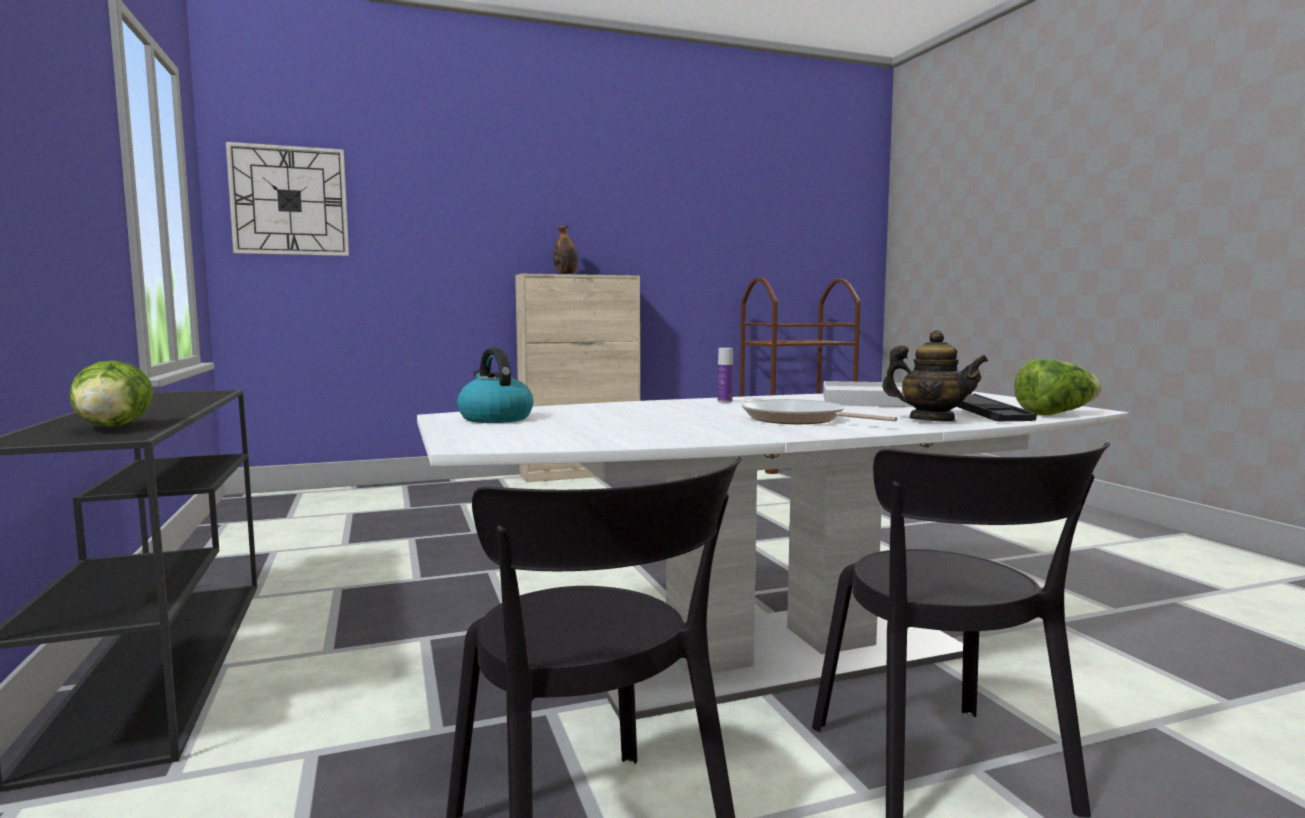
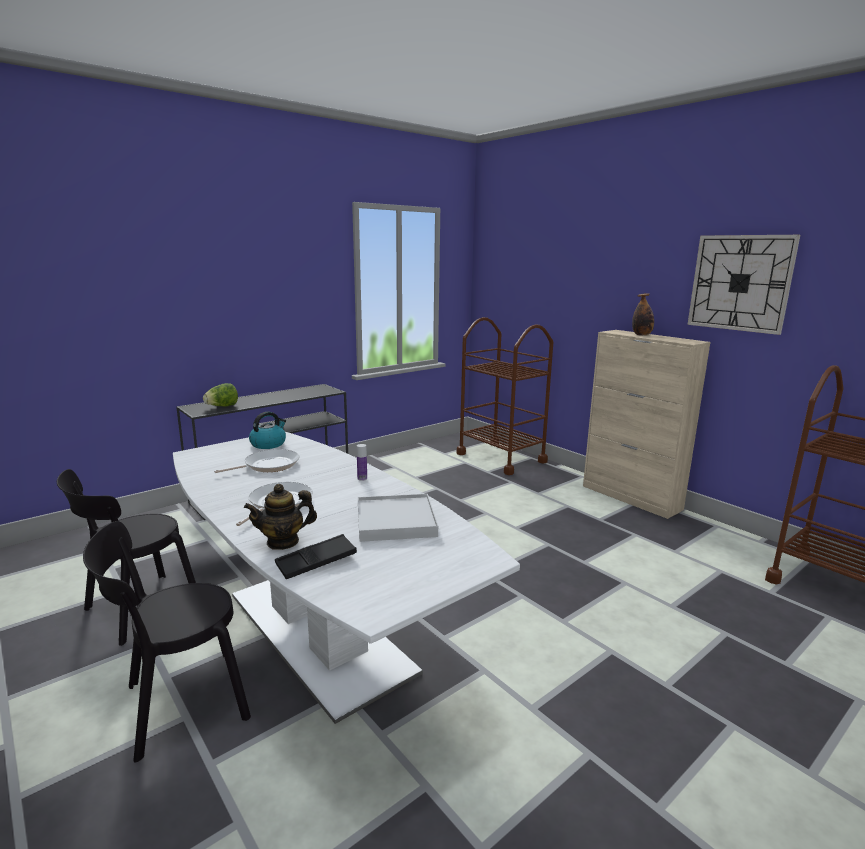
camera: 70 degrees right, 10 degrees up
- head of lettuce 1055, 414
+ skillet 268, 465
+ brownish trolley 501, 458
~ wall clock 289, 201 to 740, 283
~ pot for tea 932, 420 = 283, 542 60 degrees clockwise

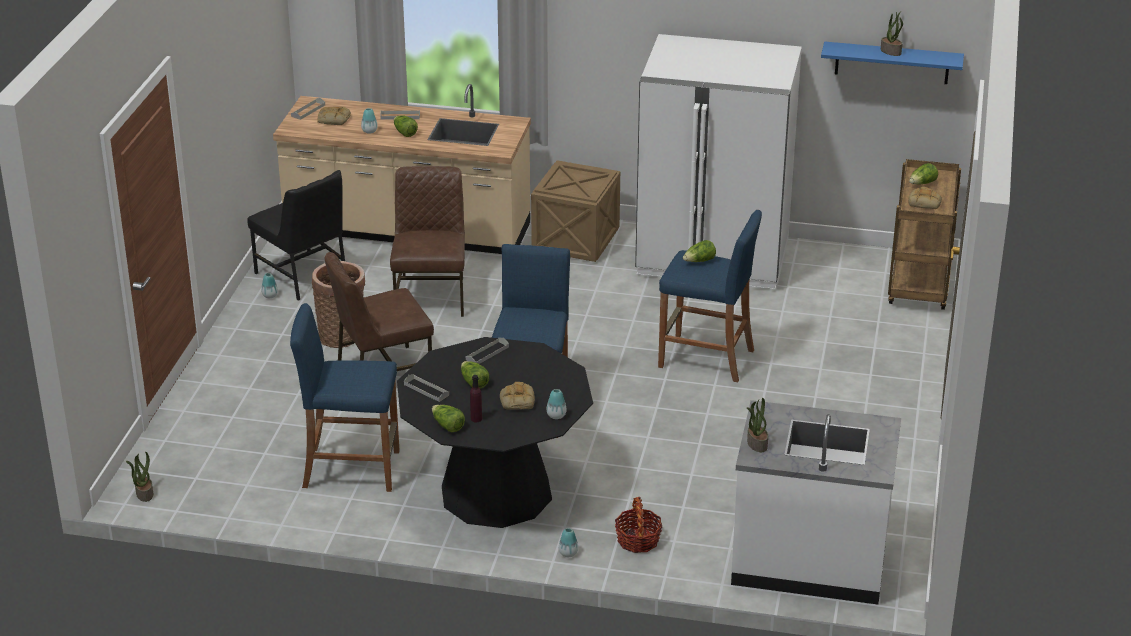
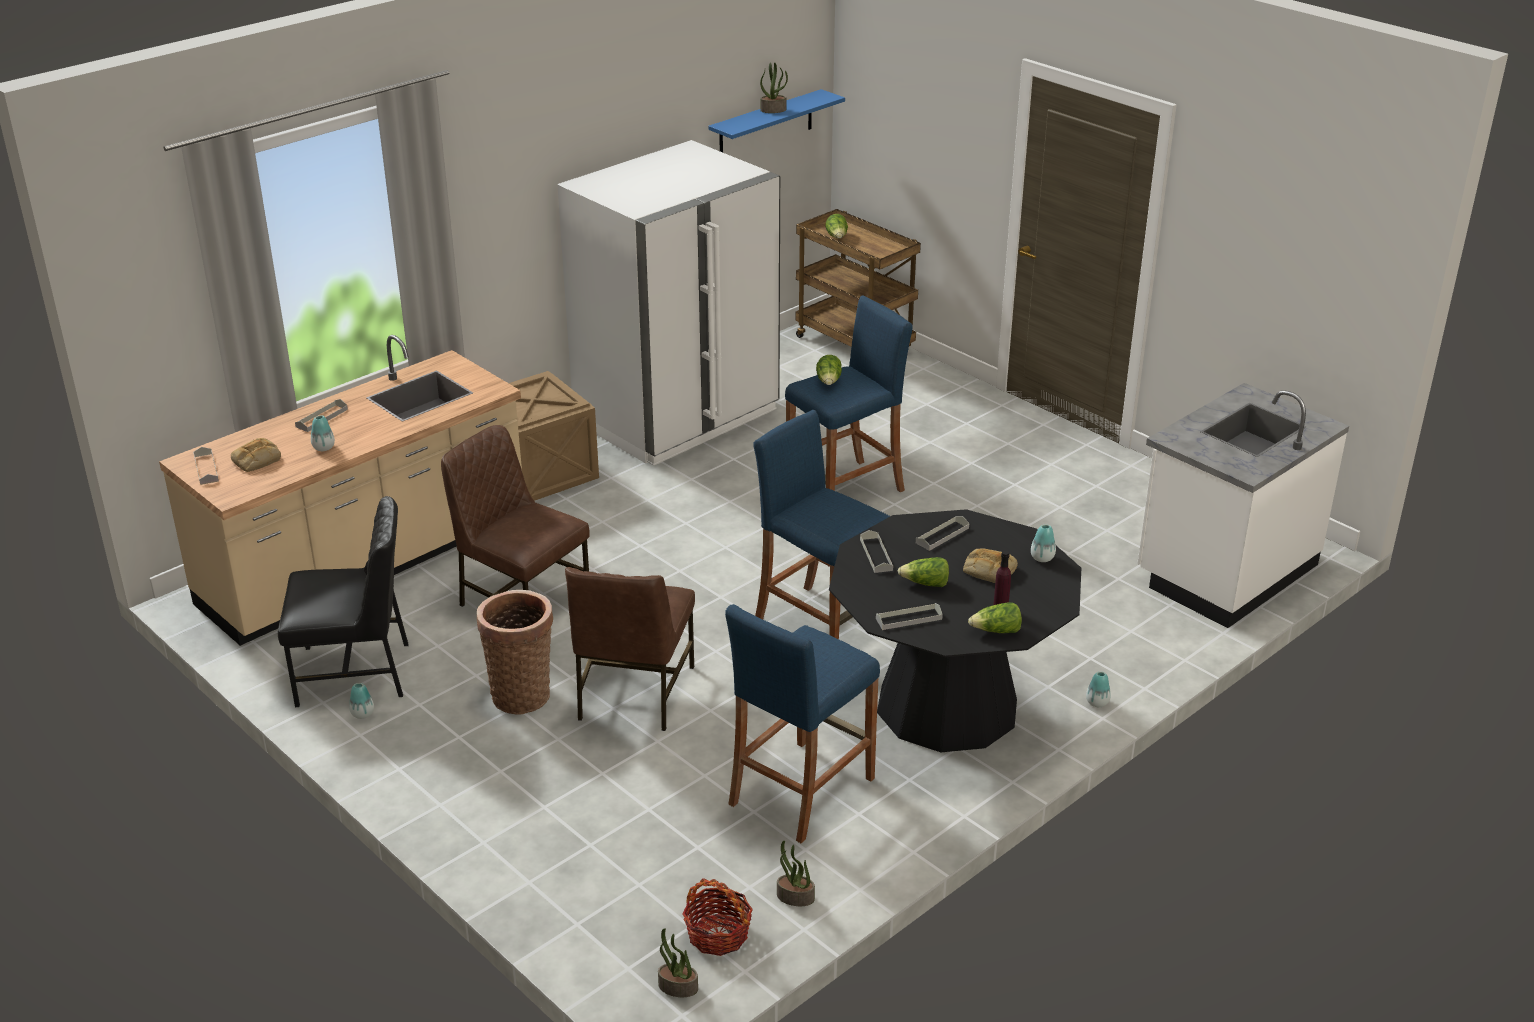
camera: 55 degrees left, 0 degrees up
- head of lettuce 404, 132
- baked bread 925, 202
+ gray serving tray 942, 535
~ household basket 638, 540 to 717, 934
~ plant in a pot 756, 444 to 794, 897

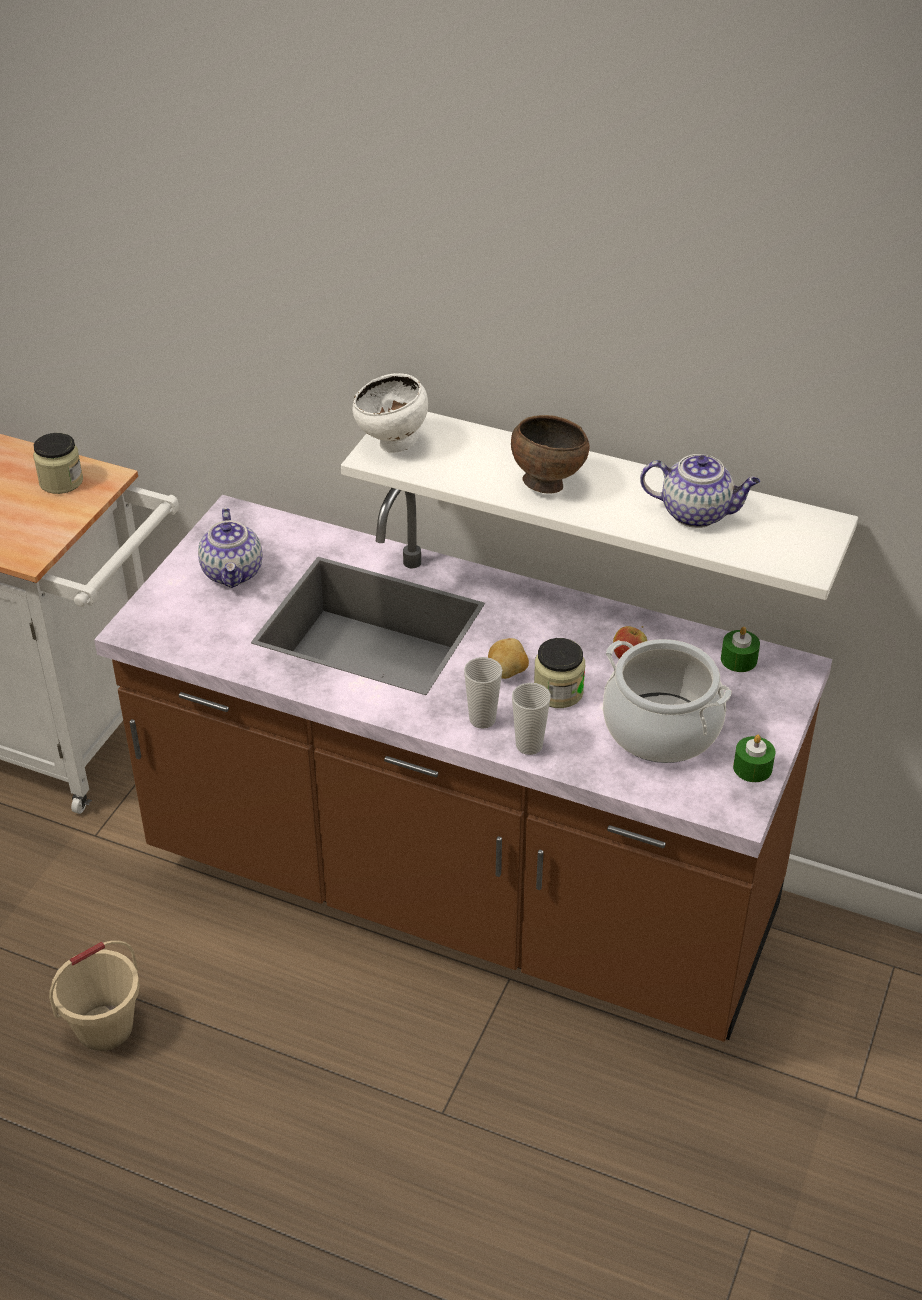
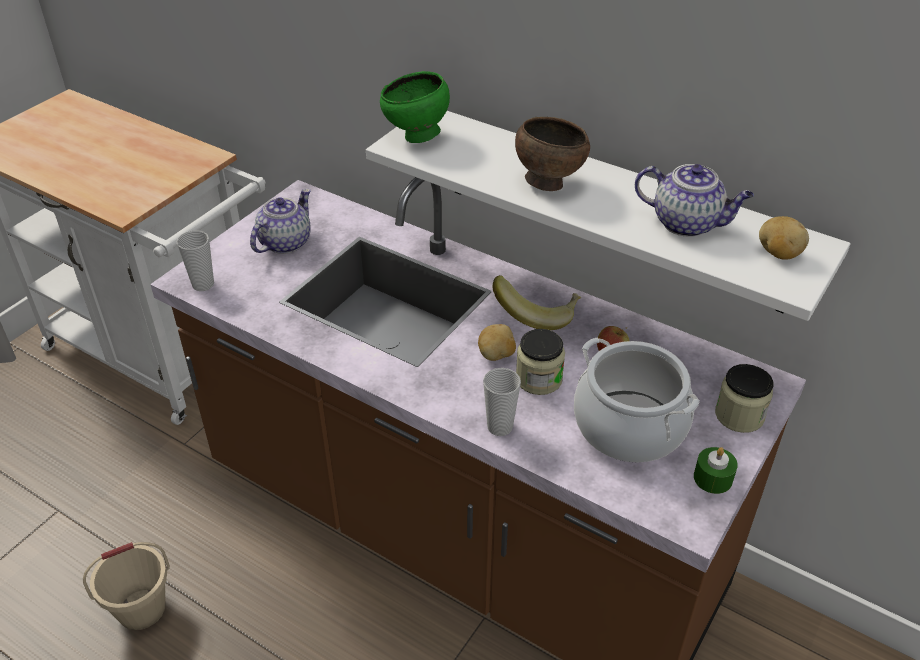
camera: 10 degrees right, 0 degrees up
- greenish candle 739, 659
+ banana 537, 314
+ whole potato 778, 254
~ storage jar 61, 481 to 739, 415
~ drinking cup 482, 719 to 203, 284
~ whitish bowl 392, 444 to greenish bowl 416, 137
~ pot for tea 233, 573 = 285, 242 150 degrees counterclockwise

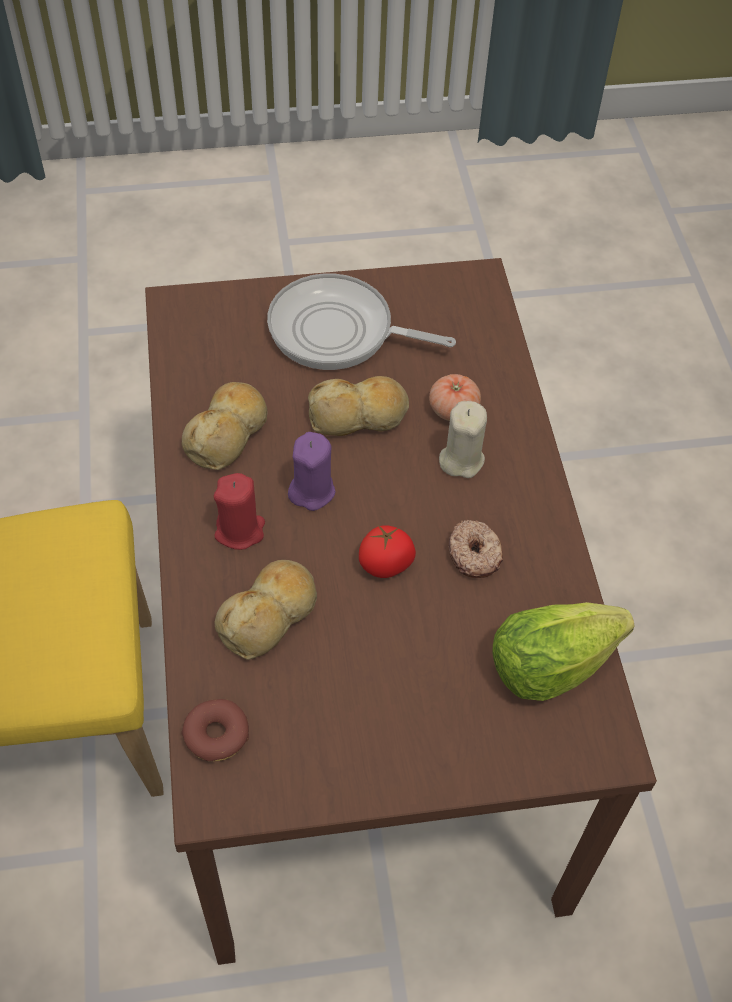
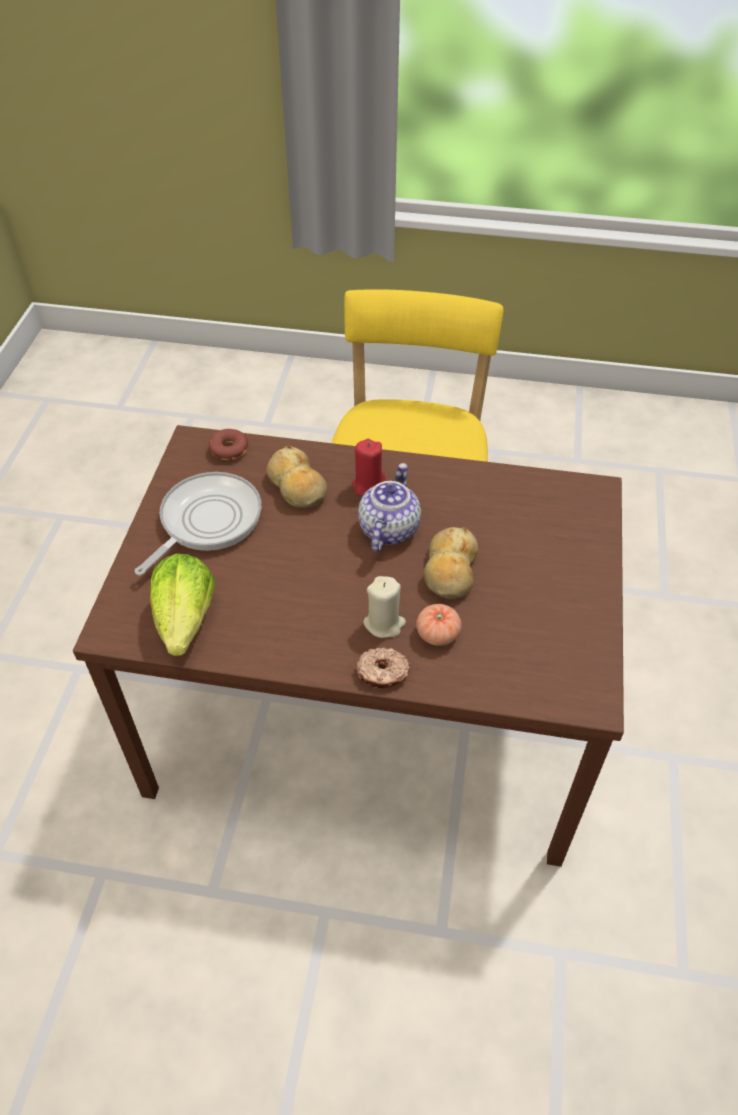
camera: 110 degrees right, 5 degrees down
- baked bread 228, 433
- whole tomato 386, 564
~ skillet 338, 331 to 206, 521
~ doughnut 475, 554 to 382, 673
~ purplish candle 311, 491 to pot for tea 388, 528

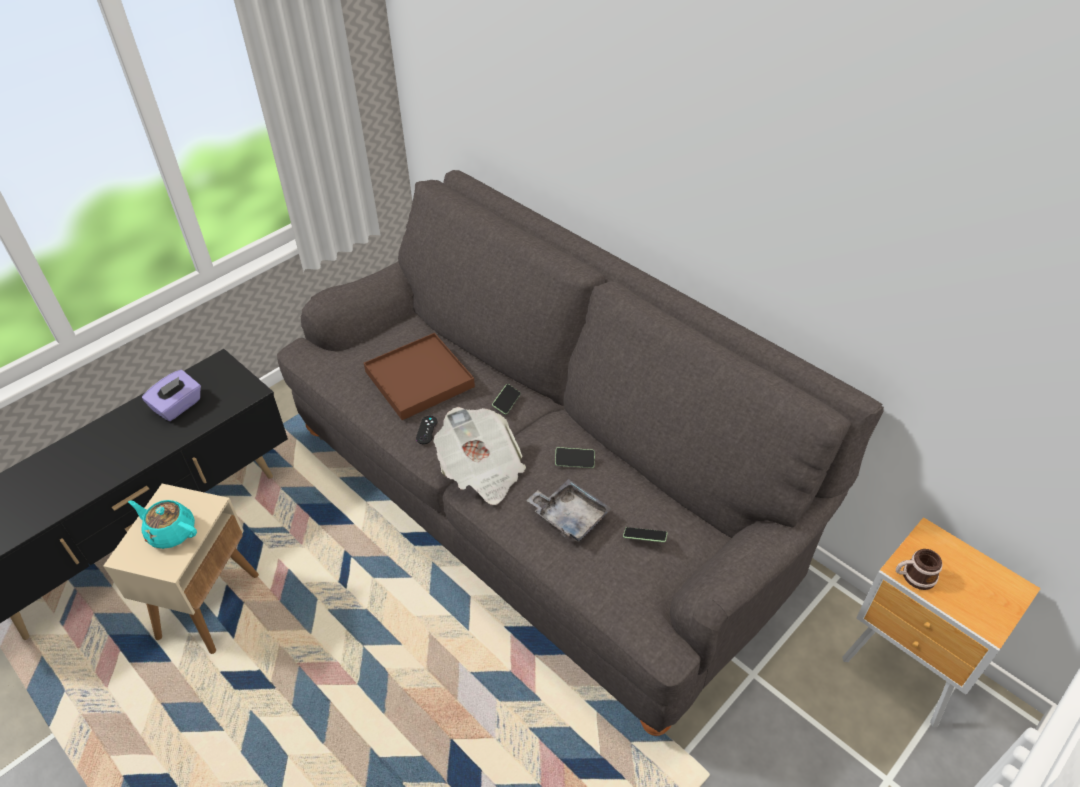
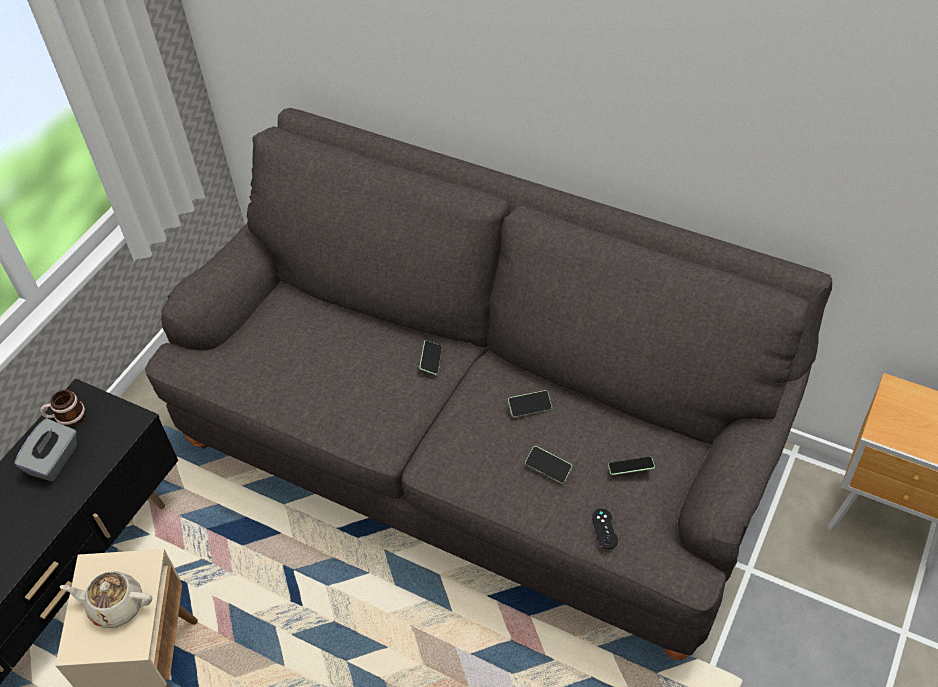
camera: 15 degrees left, 5 degrees up
- brownish serving tray 419, 379
- daily paper 481, 470
~ black-coloured gamepad 426, 430 to 604, 529
~ coffee mug 913, 576 to 66, 417
~ gray serving tray 569, 516 to handset 548, 468
~ turquoise-coloured pot for tea 171, 532 to beige pot for tea 116, 606
~ purplish tissue holder 178, 406 to gray tissue holder 54, 461

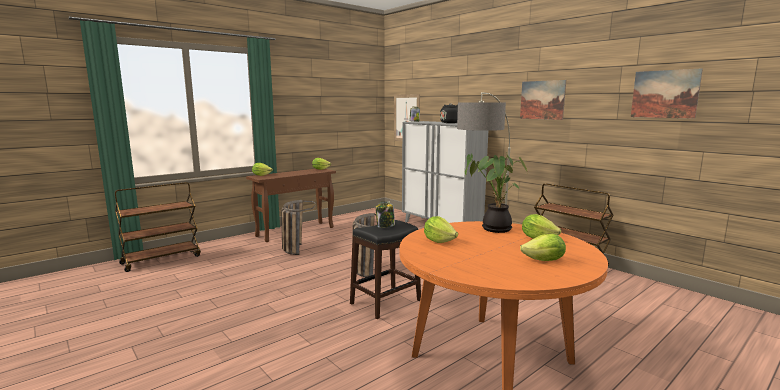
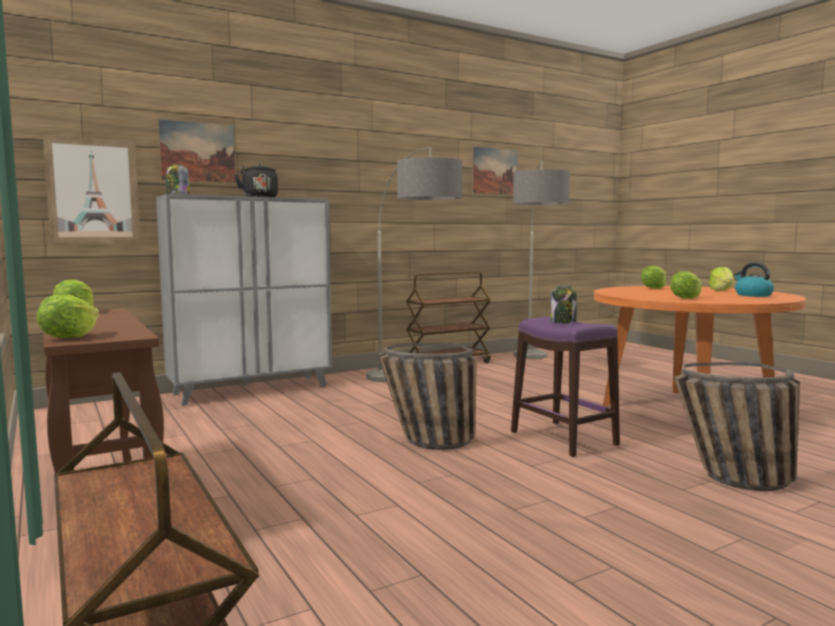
camera: 80 degrees left, 5 degrees down
- plant in a pot 494, 228
+ floor lamp 534, 364
+ tea kettle 752, 295
~ household basket 295, 247 to 734, 481
~ picture 542, 100 to 198, 152
~ black-coloured stool 385, 302 to purplish stool 563, 438

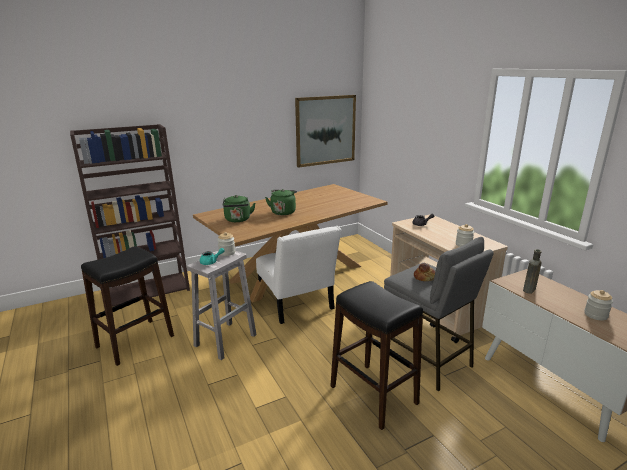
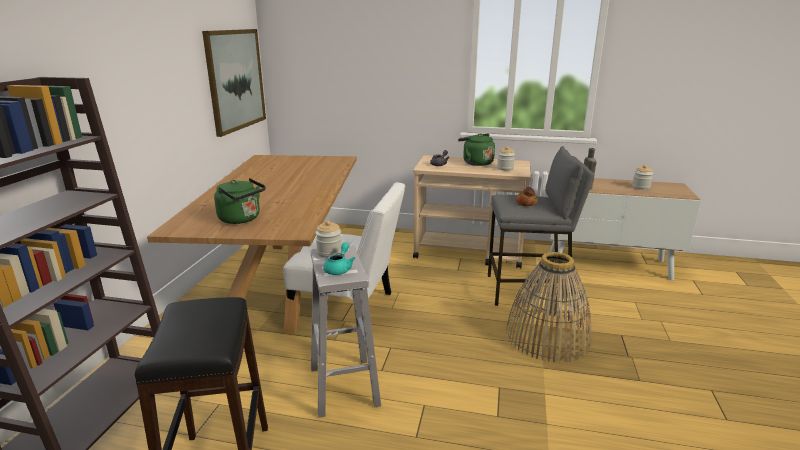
camera: 50 degrees left, 0 degrees up
~ greenish tea kettle 283, 212 to 476, 163
~ black-coloured stool 374, 395 to household basket 547, 336

